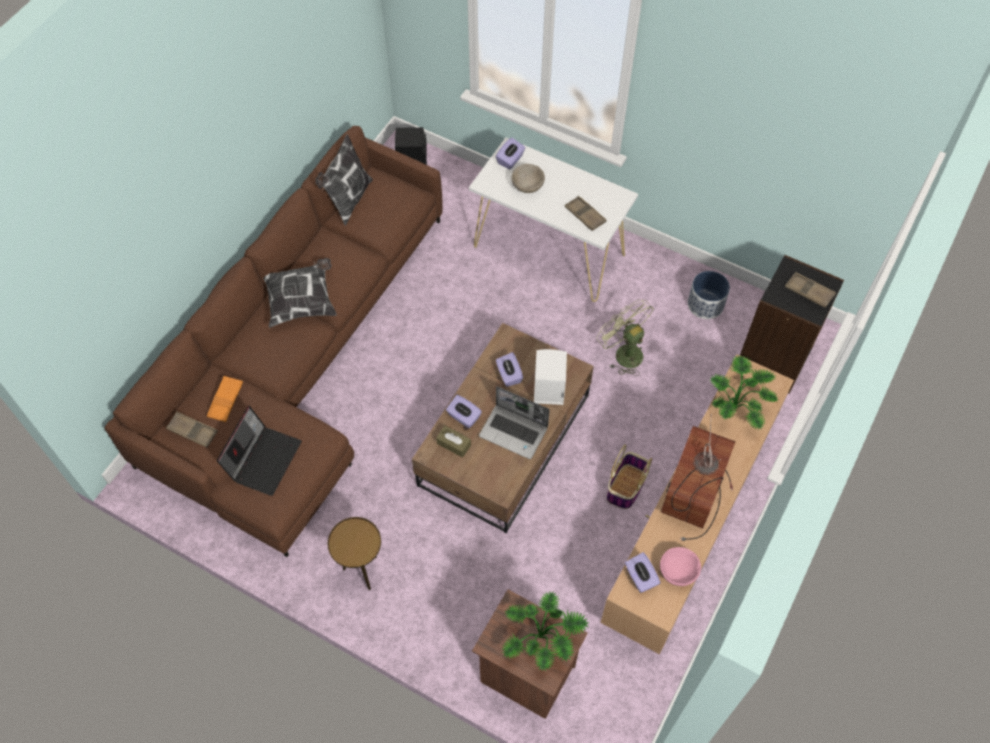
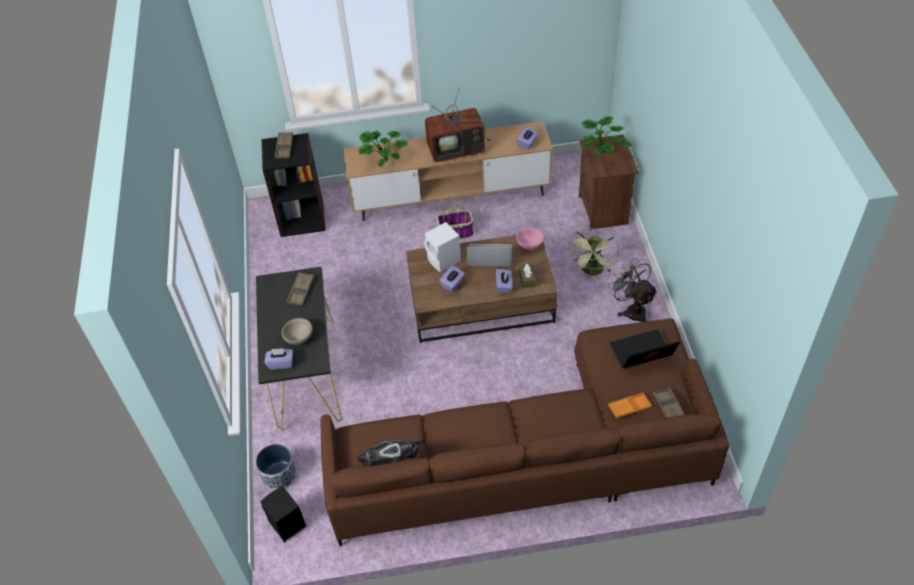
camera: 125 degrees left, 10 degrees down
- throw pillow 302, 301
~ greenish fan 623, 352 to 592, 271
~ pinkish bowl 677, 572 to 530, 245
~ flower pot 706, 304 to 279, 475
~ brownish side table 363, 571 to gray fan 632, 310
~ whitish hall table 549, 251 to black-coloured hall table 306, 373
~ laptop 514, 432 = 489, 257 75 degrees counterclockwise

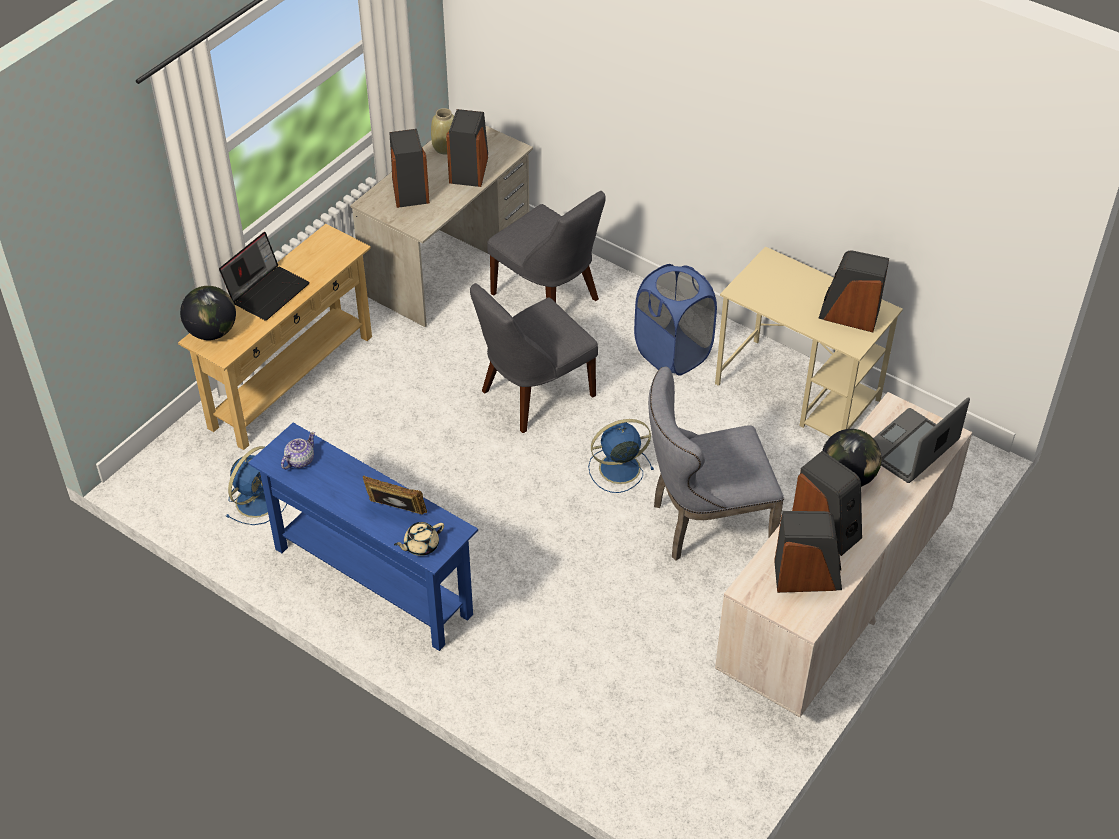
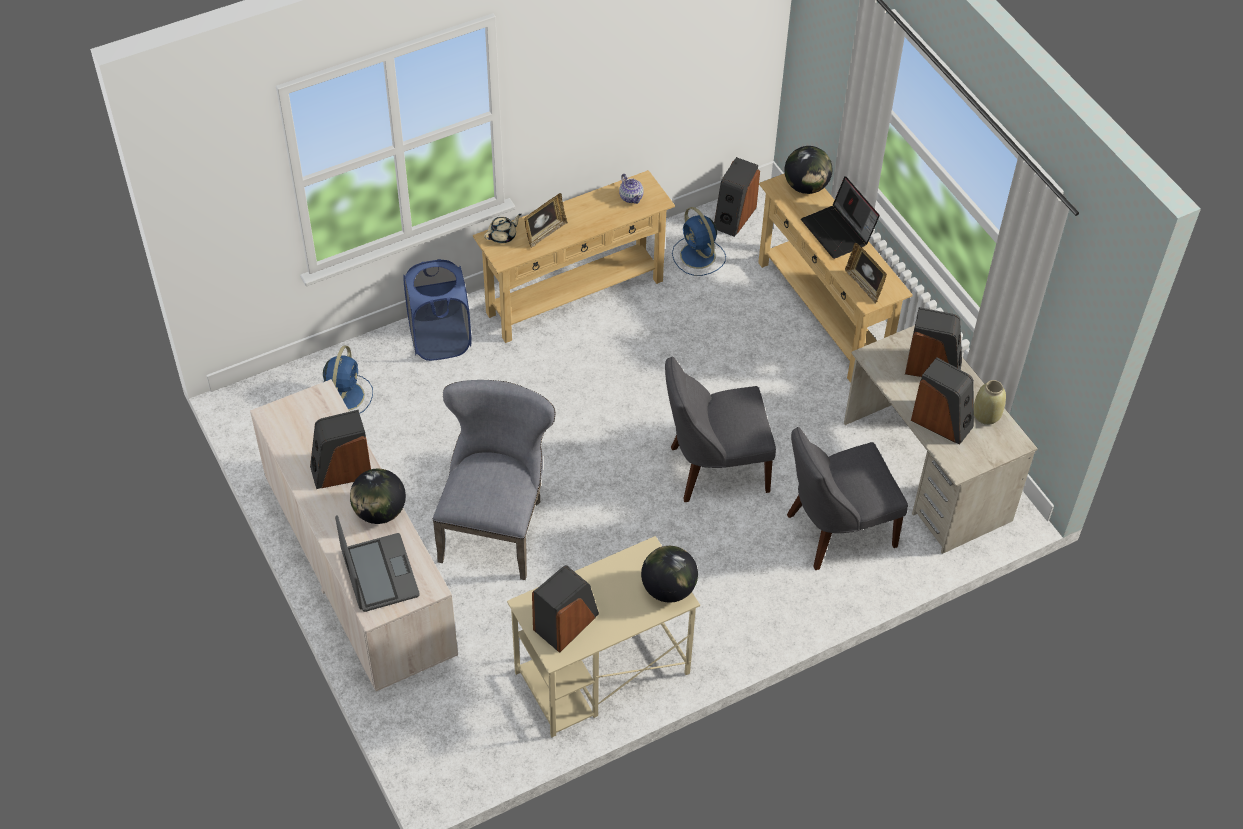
camera: 115 degrees right, 5 degrees up
+ globe 668, 589
+ photo frame 864, 285
~ bluish fan 617, 468 to 346, 394
~ bluish hamper 673, 353 to 440, 340
~ audio speaker 807, 576 to 734, 217
~ bluish hall table 372, 582 to beige hall table 574, 296
~ beige pot for tea 420, 545 = 503, 235 60 degrees clockwise
~ gray chair 533, 395 = 714, 469 90 degrees counterclockwise

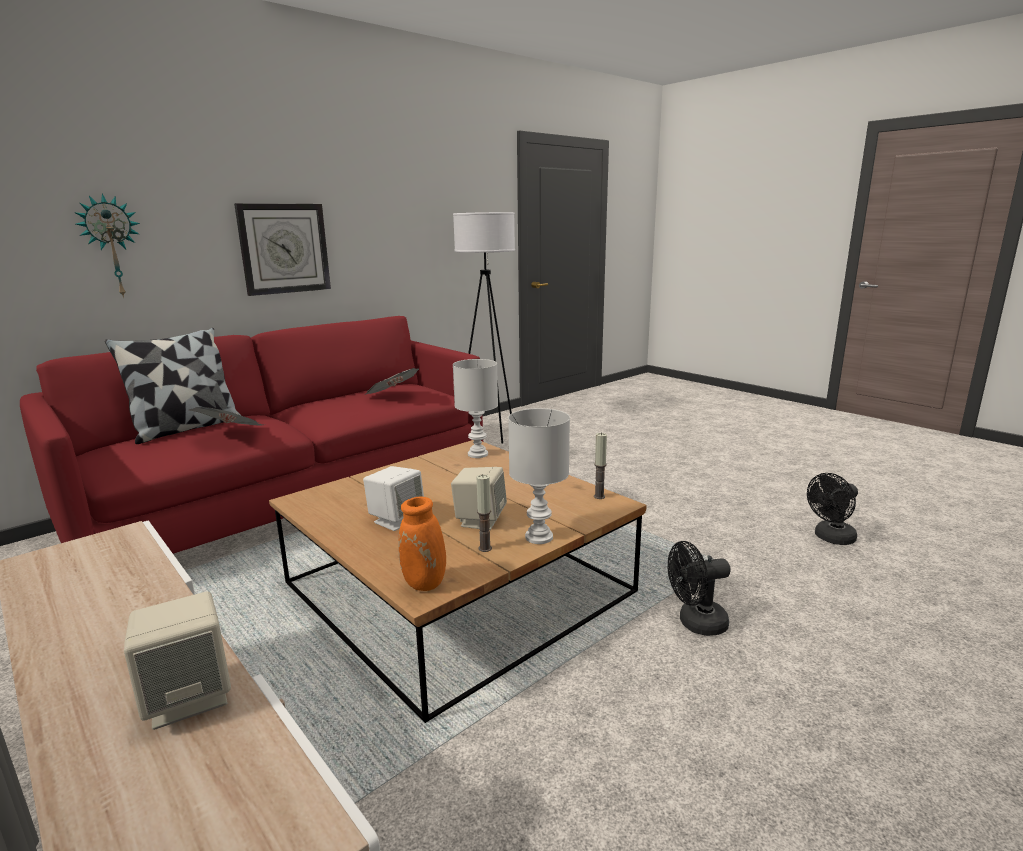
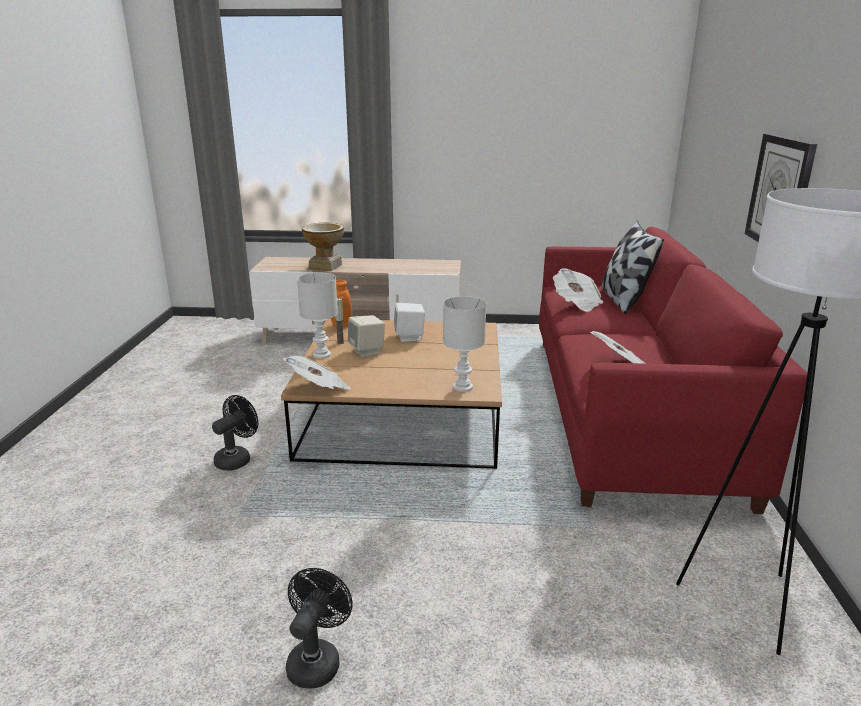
camera: 135 degrees right, 5 degrees up
- wall clock 112, 247
~ black-coloured fan 831, 538 to 317, 660
~ beige audio speaker 189, 697 to decorative vase 325, 267
~ candle 599, 496 to daily paper 319, 388

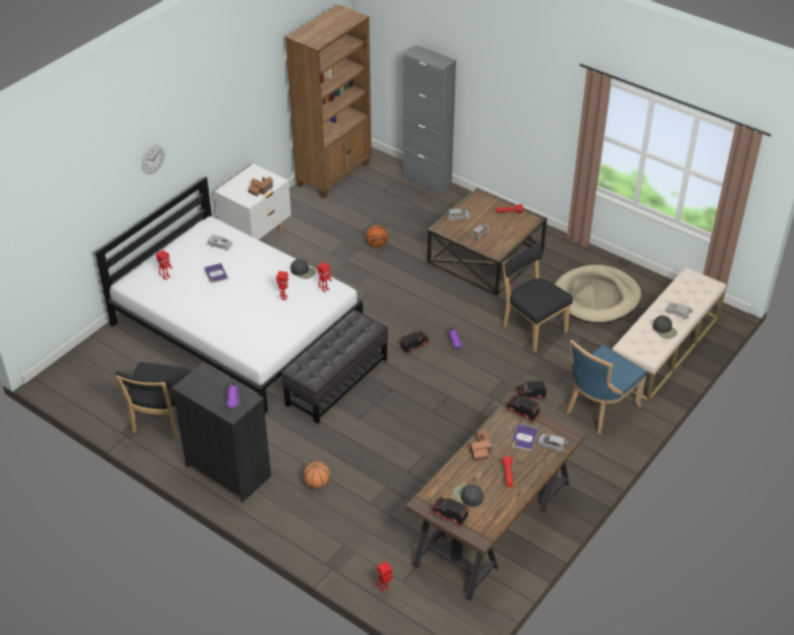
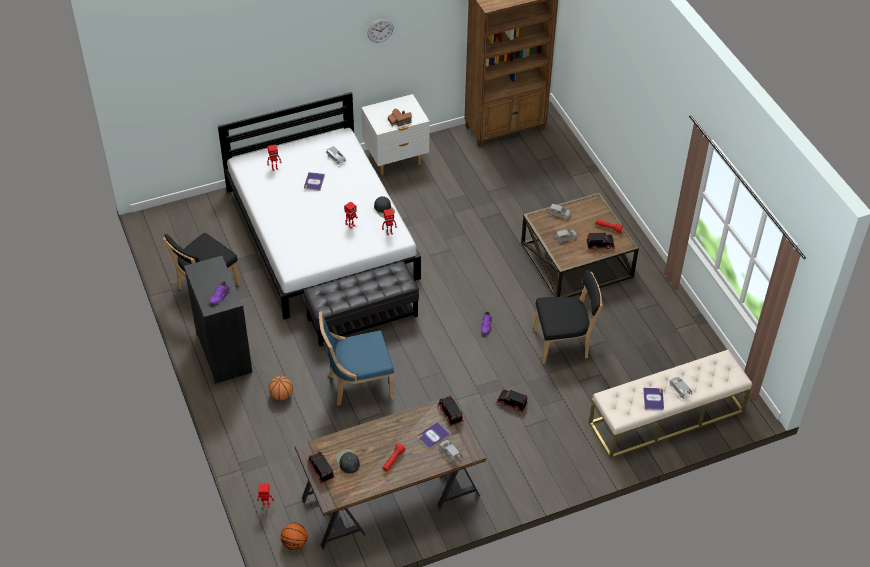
camera: 30 degrees right, 5 degrees up
- gray cabinet 427, 180
- model house 480, 450
- beige dog bed 596, 297
~ wall clock 153, 159 to 380, 30
~ basketball 377, 245 to 294, 543
~ toy lorry 414, 345 to 600, 245
~ bluish chair 598, 409 to 358, 385
~ black-coloured peaked cap 664, 330 to volume 653, 399
~ black-coloured chair 532, 328 = 564, 344 90 degrees clockwise

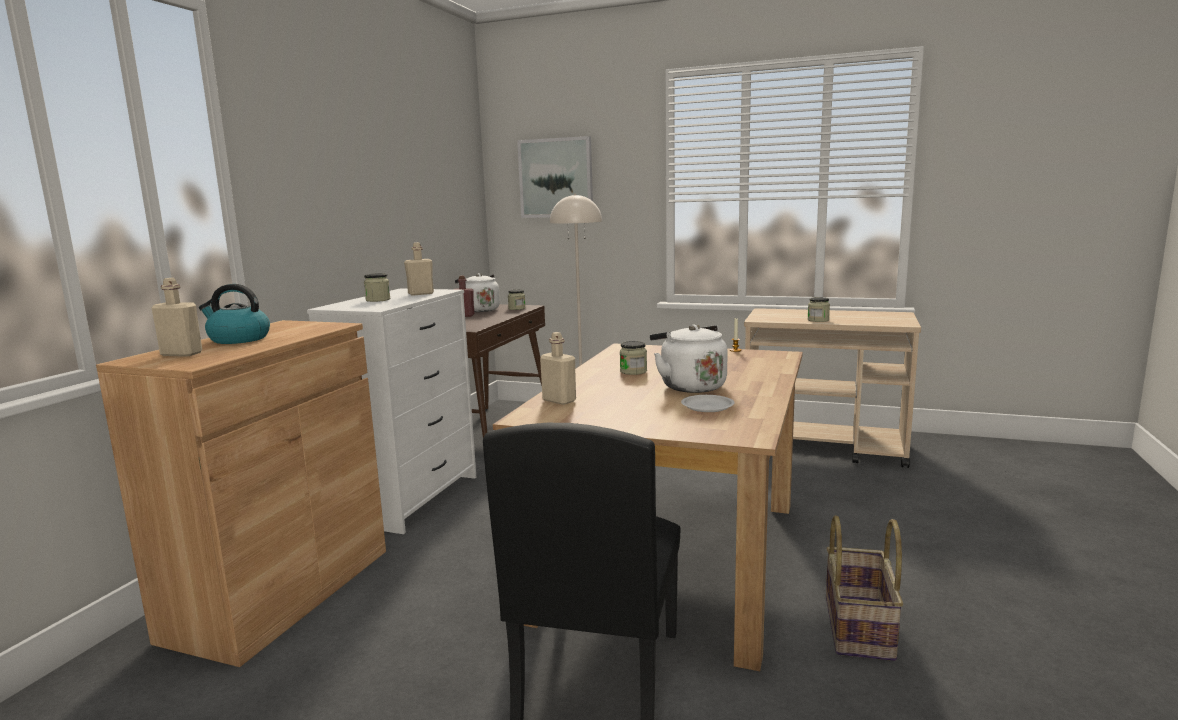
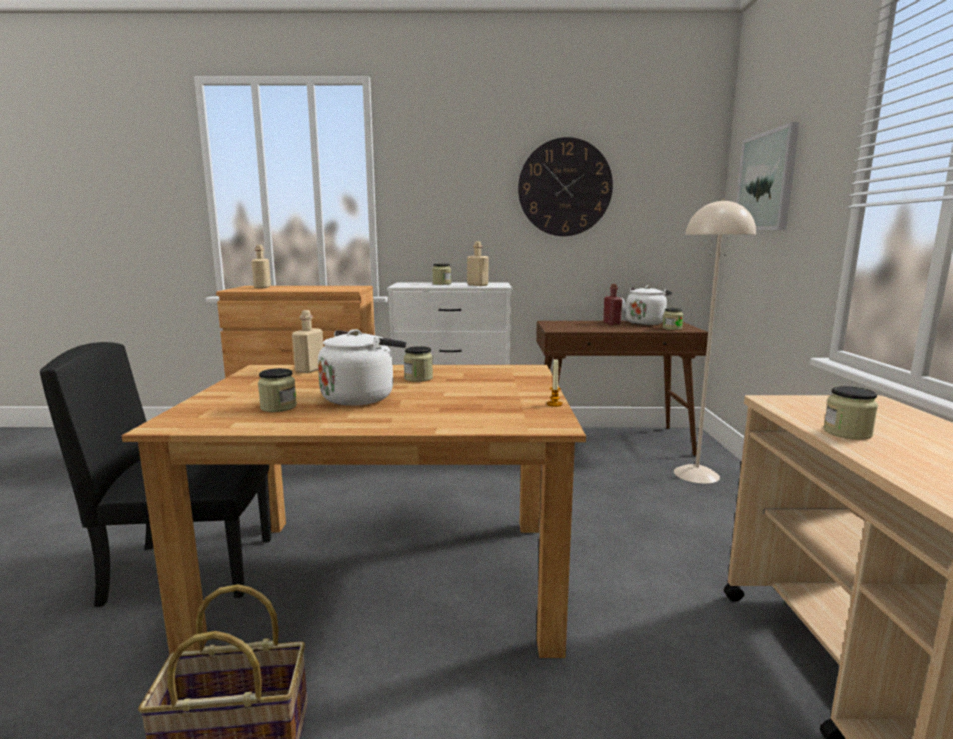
camera: 70 degrees right, 0 degrees up
- tea kettle 238, 339
+ wall clock 565, 187
~ whitish flat dish 707, 407 to storage jar 278, 407

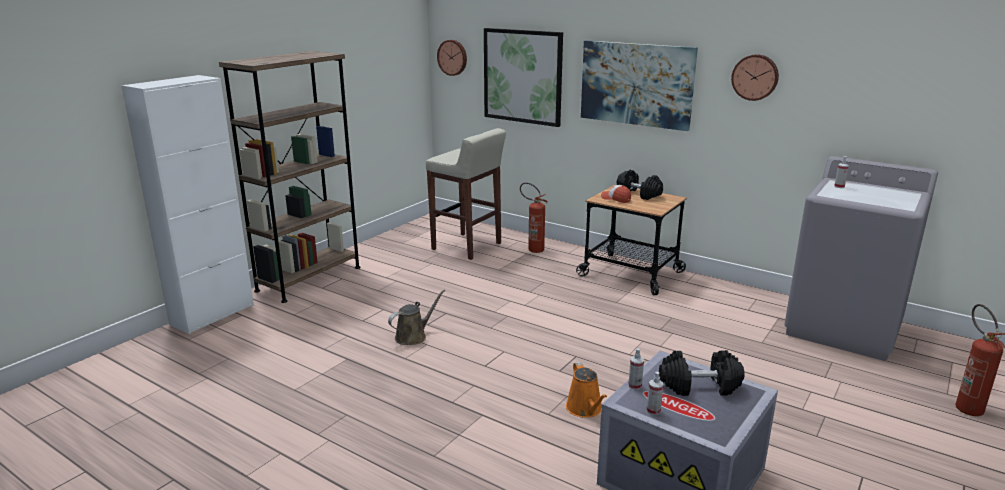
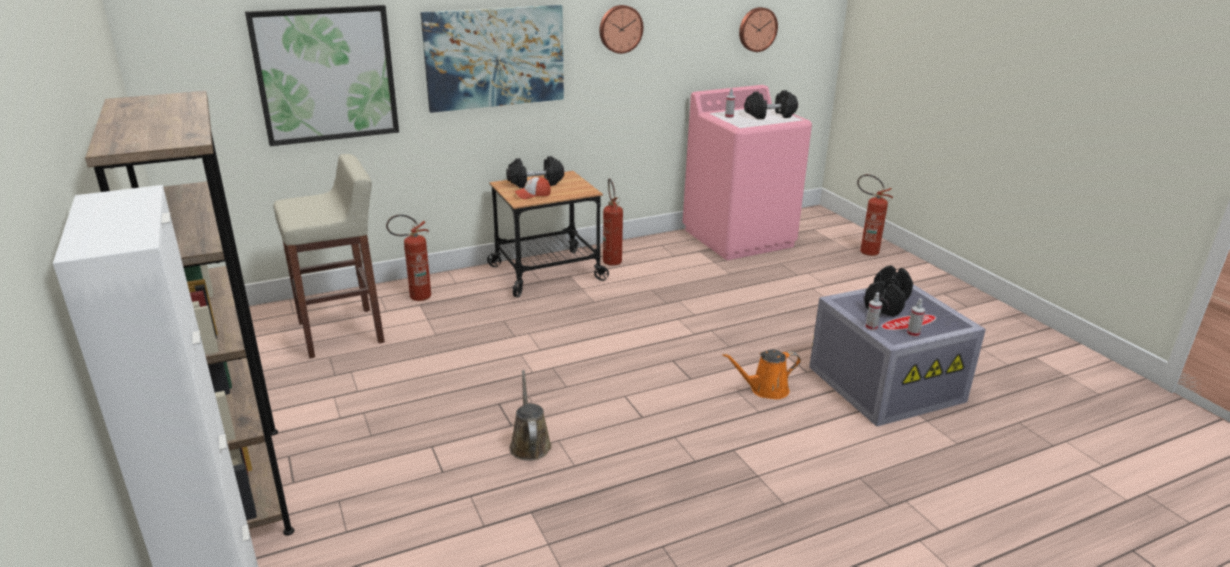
camera: 60 degrees left, 5 degrees up
+ fire-fighting cylinder 611, 259
+ black-coloured hand weight 770, 115
~ wall clock 453, 57 to 757, 29
~ gray washing machine 844, 328 to pinkish washing machine 739, 238
~ orange watering can 585, 409 = 765, 390 150 degrees clockwise

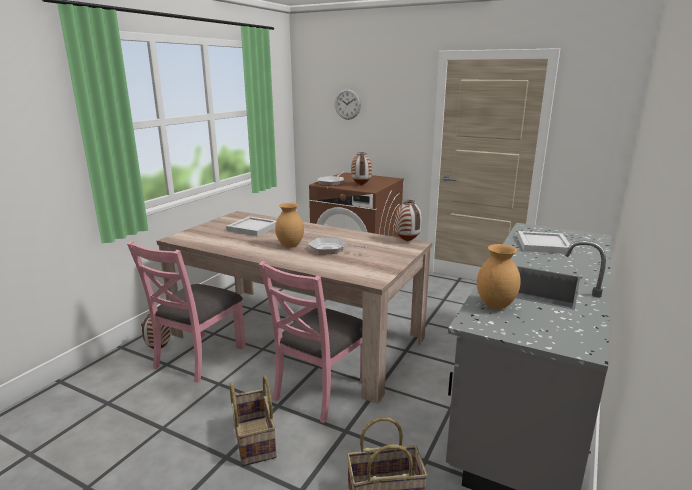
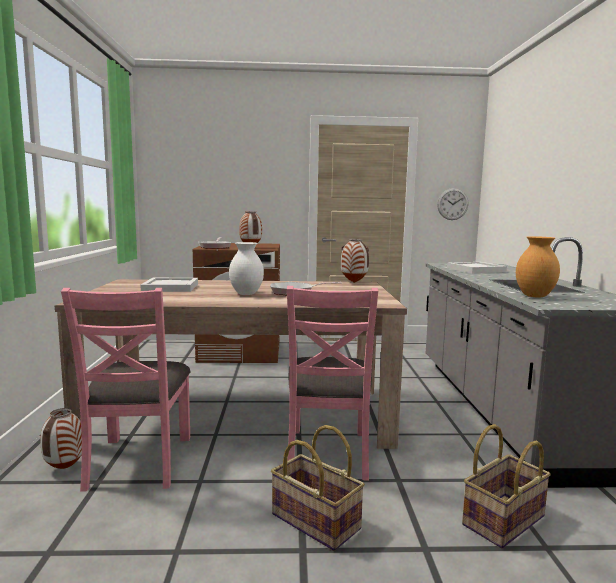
camera: 30 degrees left, 10 degrees down
~ wall clock 347, 104 to 452, 204
~ brownish decorative vase 290, 246 to whitish decorative vase 247, 294

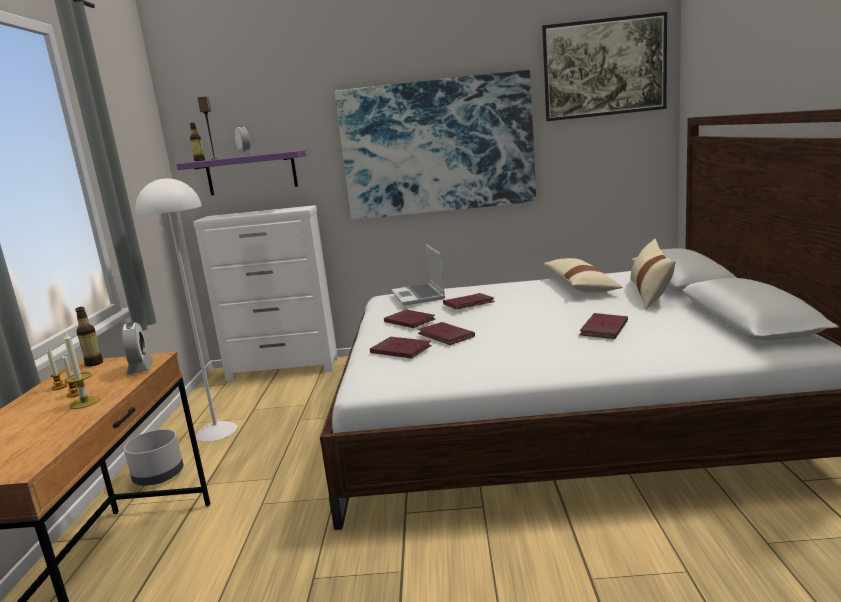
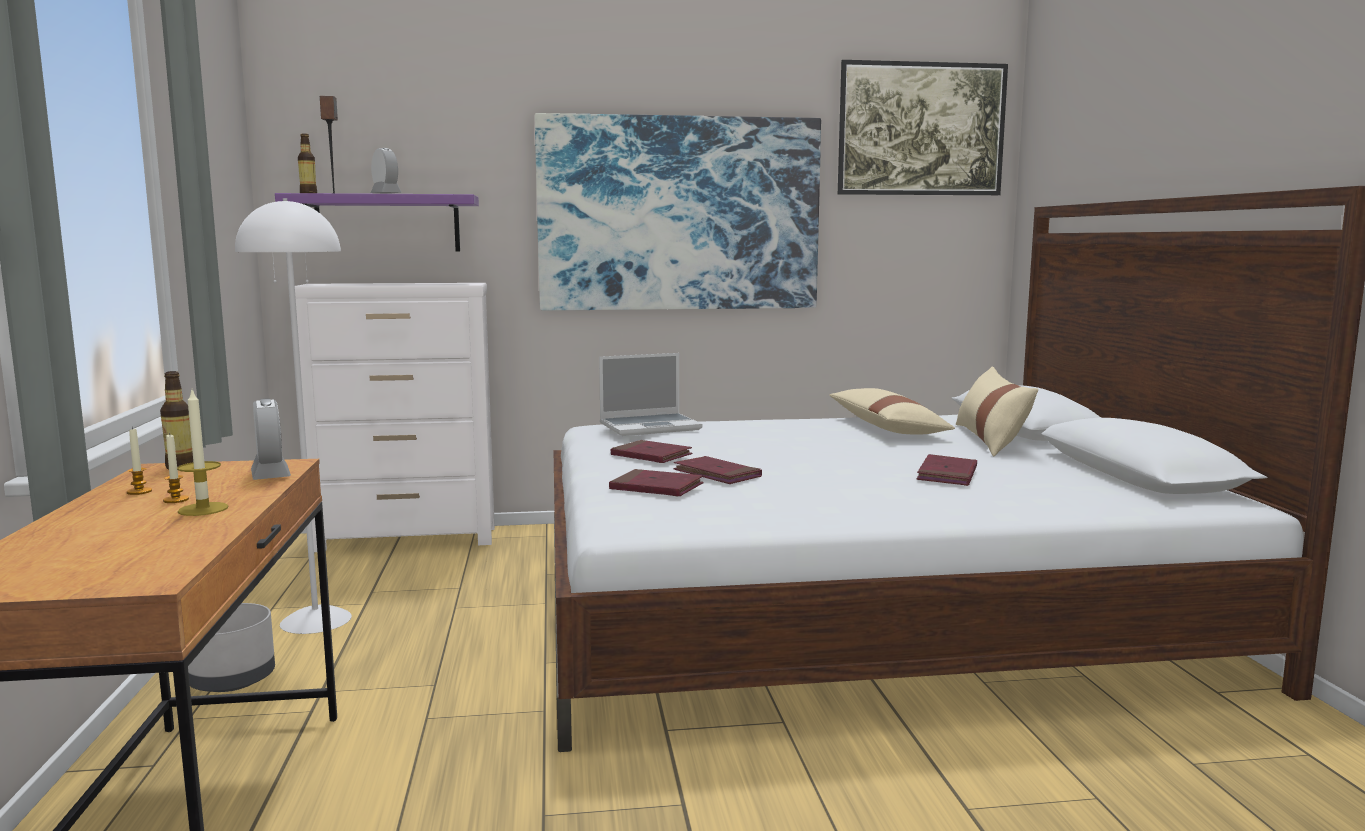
camera: 10 degrees left, 5 degrees down
- reddish volume 468, 304
~ laptop 419, 296 = 651, 427 90 degrees counterclockwise

